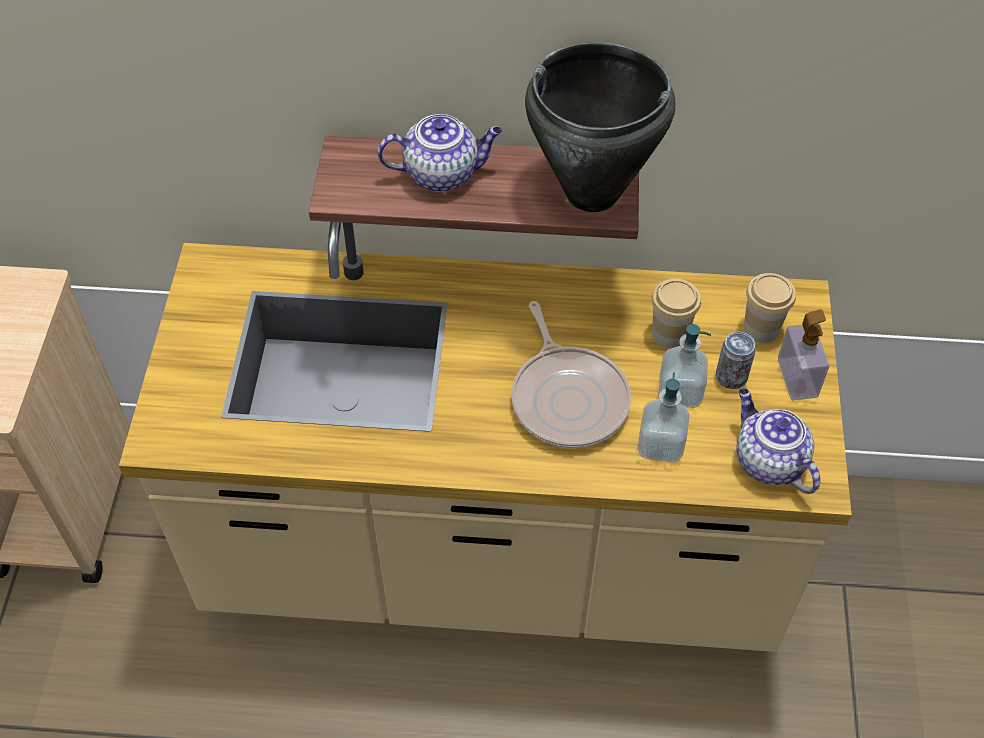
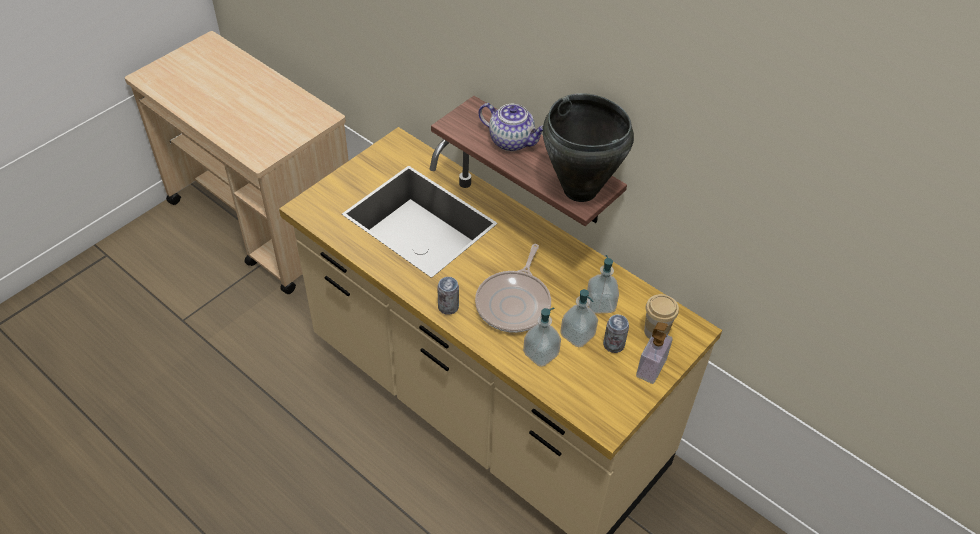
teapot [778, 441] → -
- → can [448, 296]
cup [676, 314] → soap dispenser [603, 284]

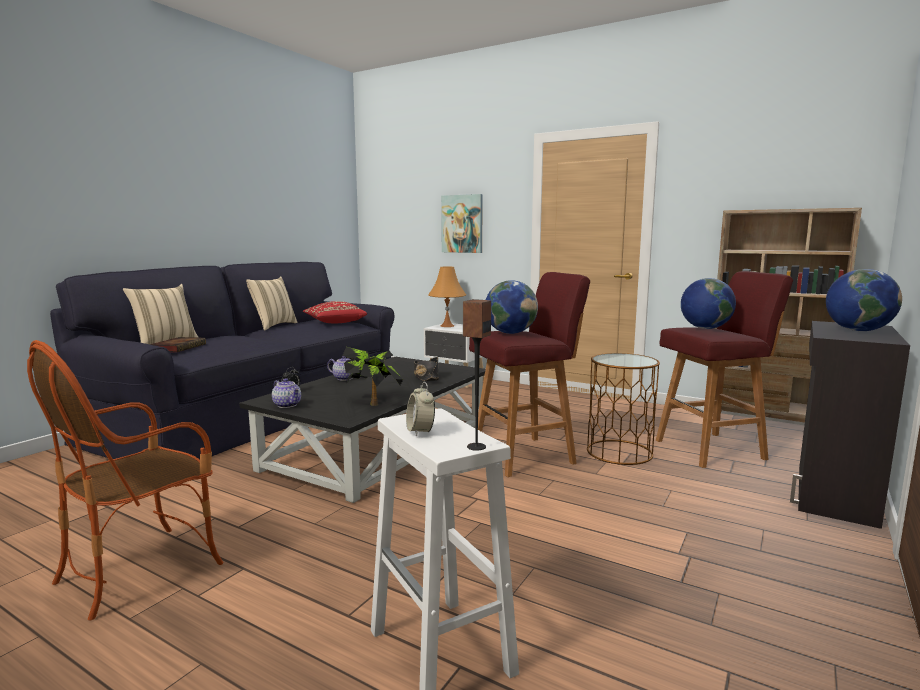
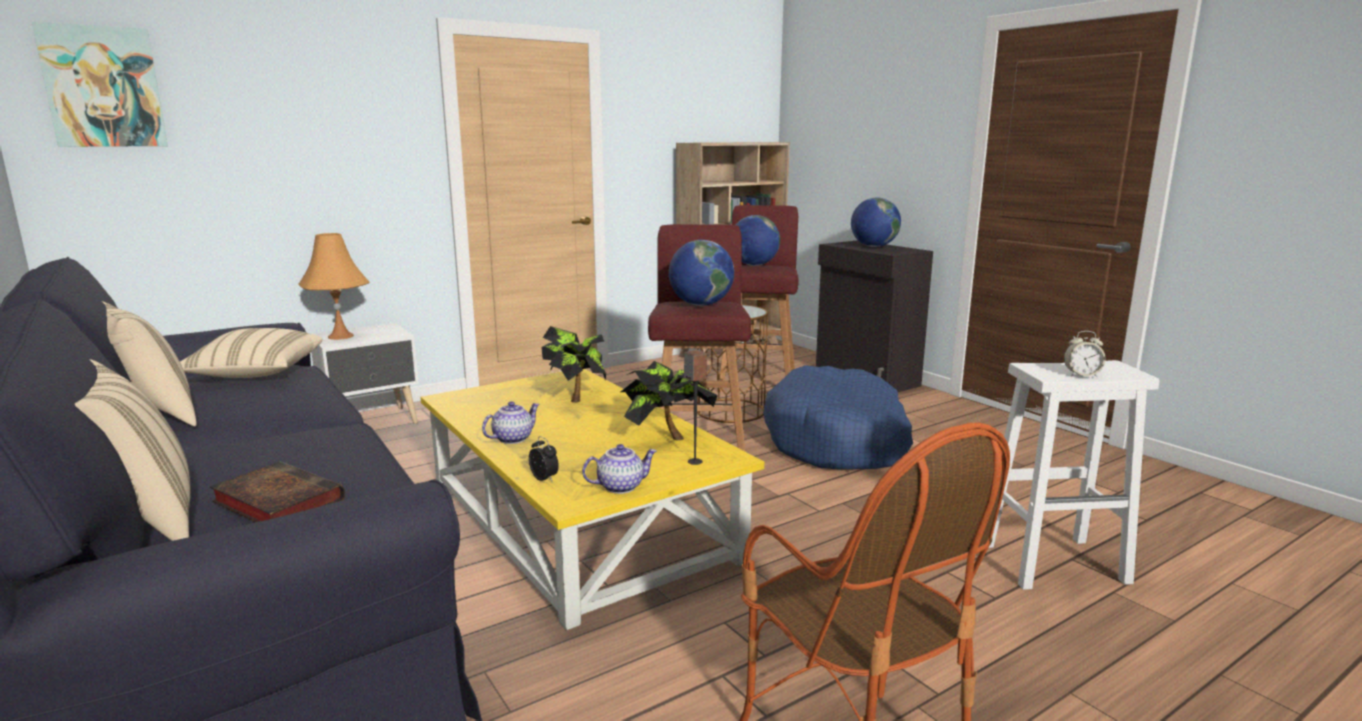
- → dog bed/blue [838, 417]
picture [462, 223] → picture [100, 84], moved
speaker [477, 375] → speaker [695, 407], moved
hat/black [426, 369] → potted plant [573, 364]
coffee table/black [362, 430] → coffee table/yellow [592, 499]
pillow/red [335, 312] → pillow/beige [251, 353]

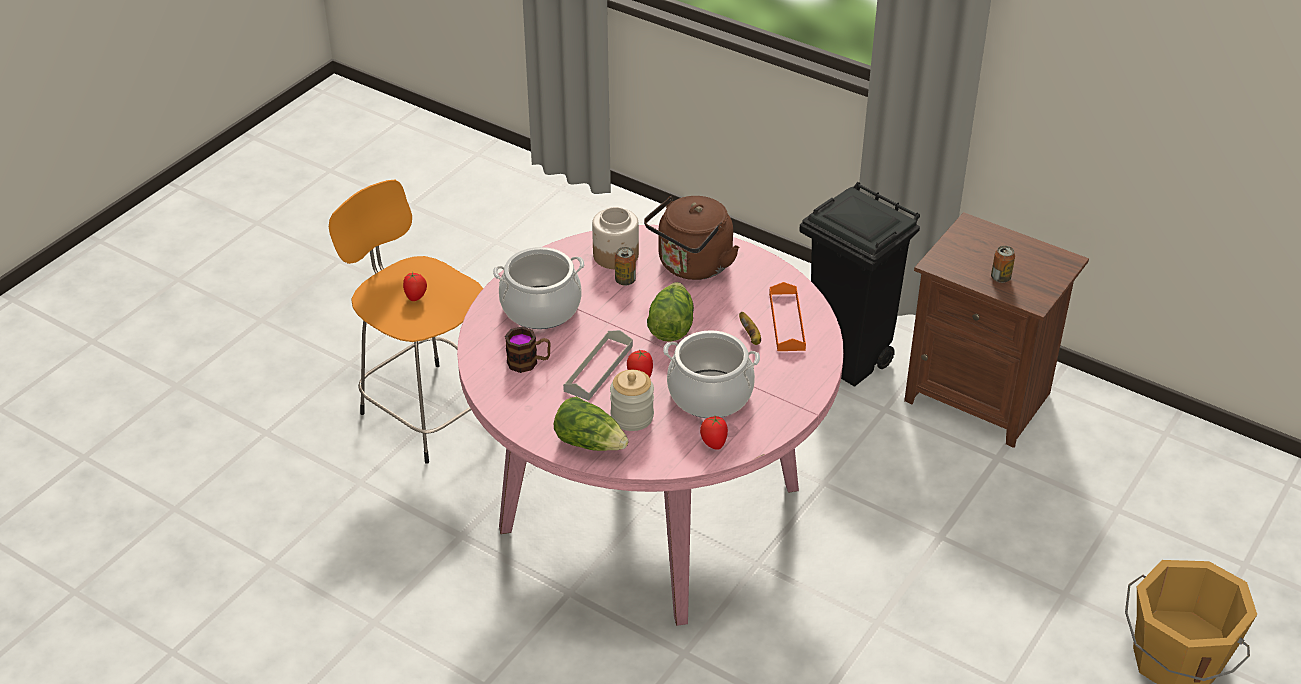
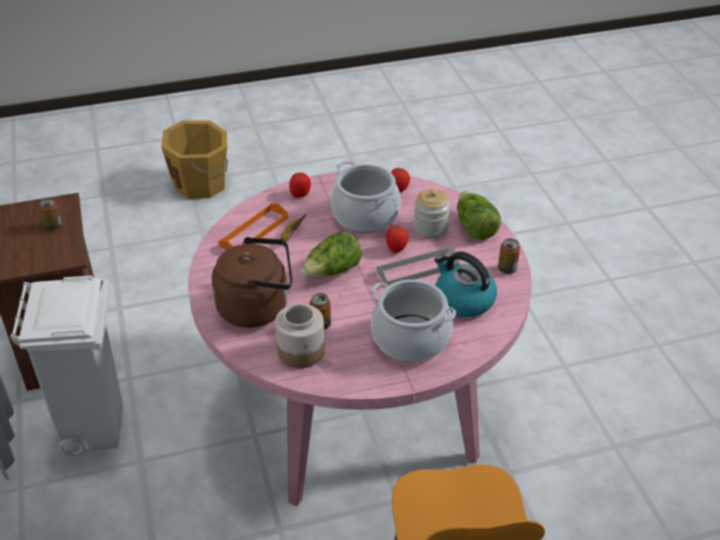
- → can [509, 256]
tomato [415, 286] → tomato [300, 185], moved
mug [528, 349] → kettle [466, 284]
trash can/black [859, 284] → trash can/white [66, 366]

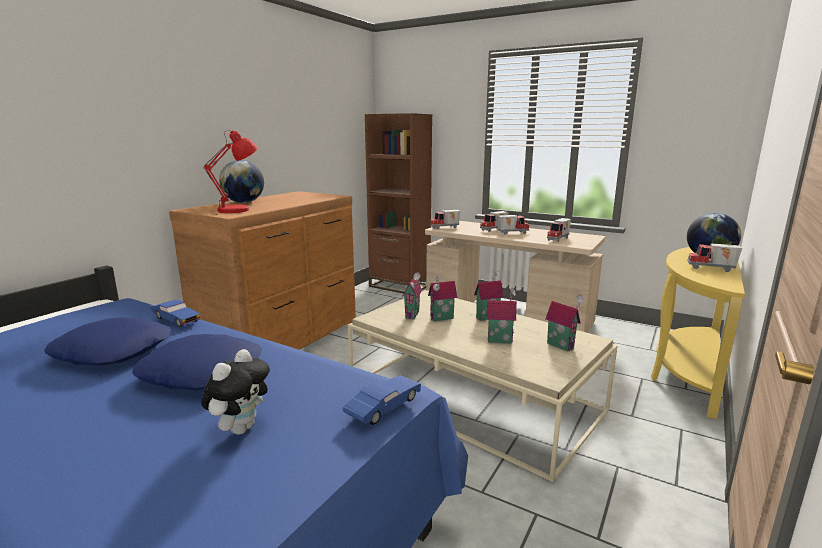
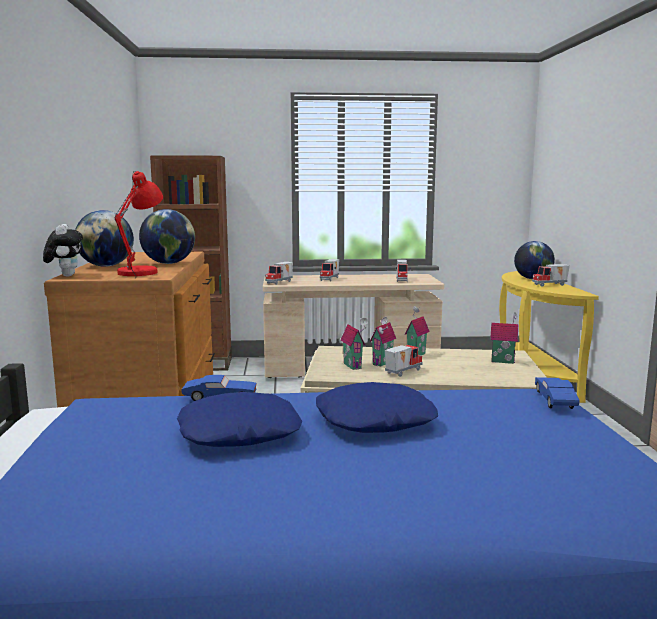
toy house [502, 315] → -
- → globe [167, 236]
plush toy [235, 392] → plush toy [63, 250], moved
toy truck [513, 225] → toy truck [404, 361], moved

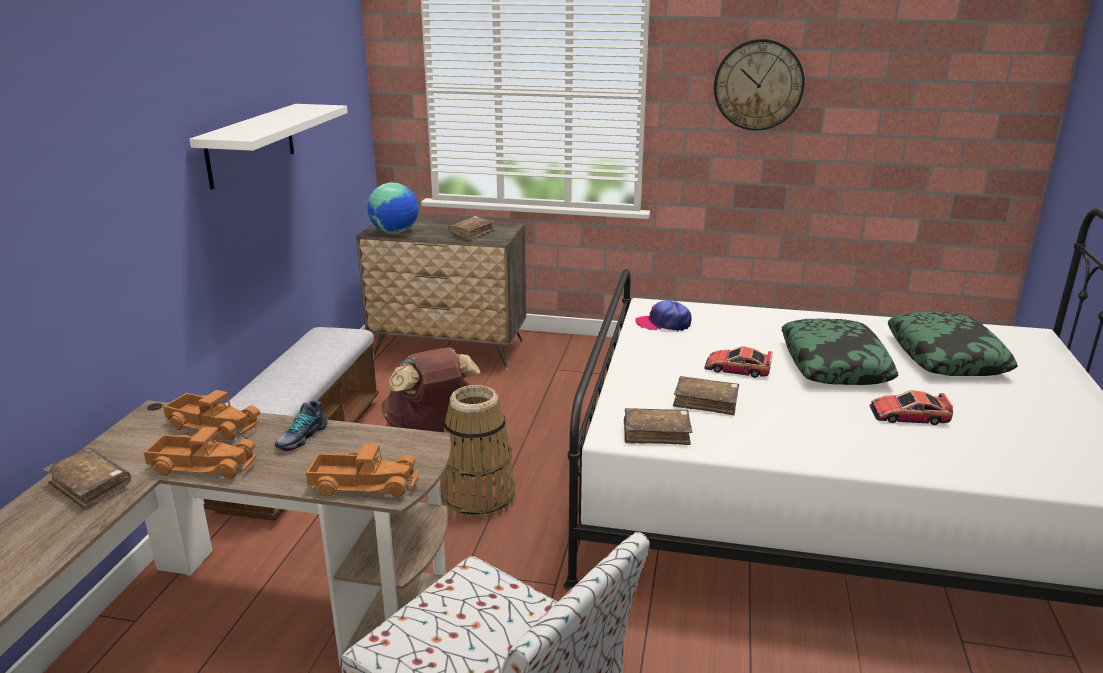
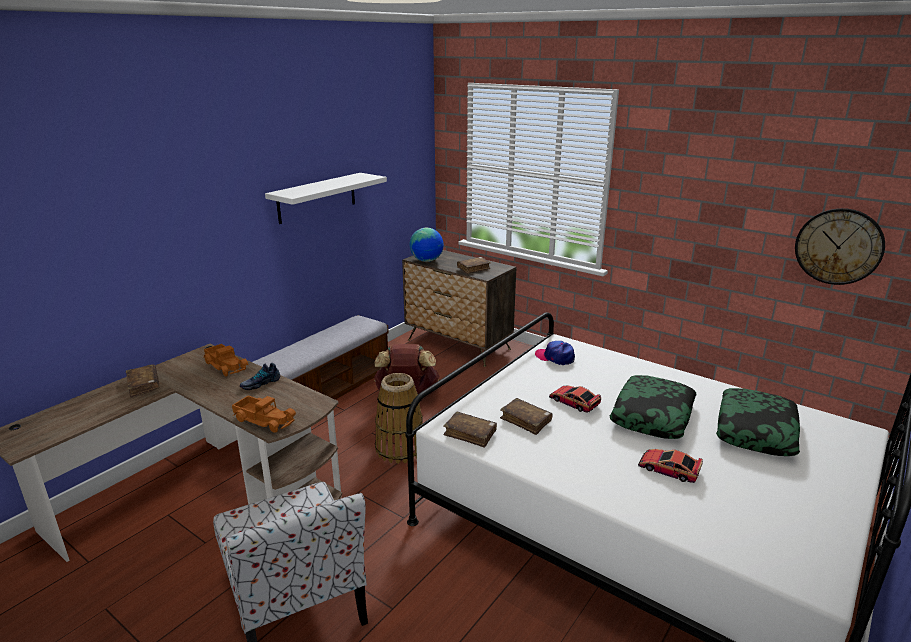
toy truck [200, 453] → -
wall clock [759, 85] → wall clock [840, 246], moved

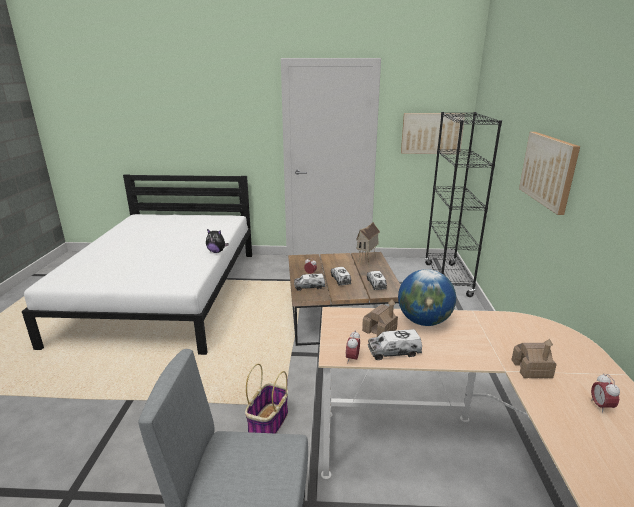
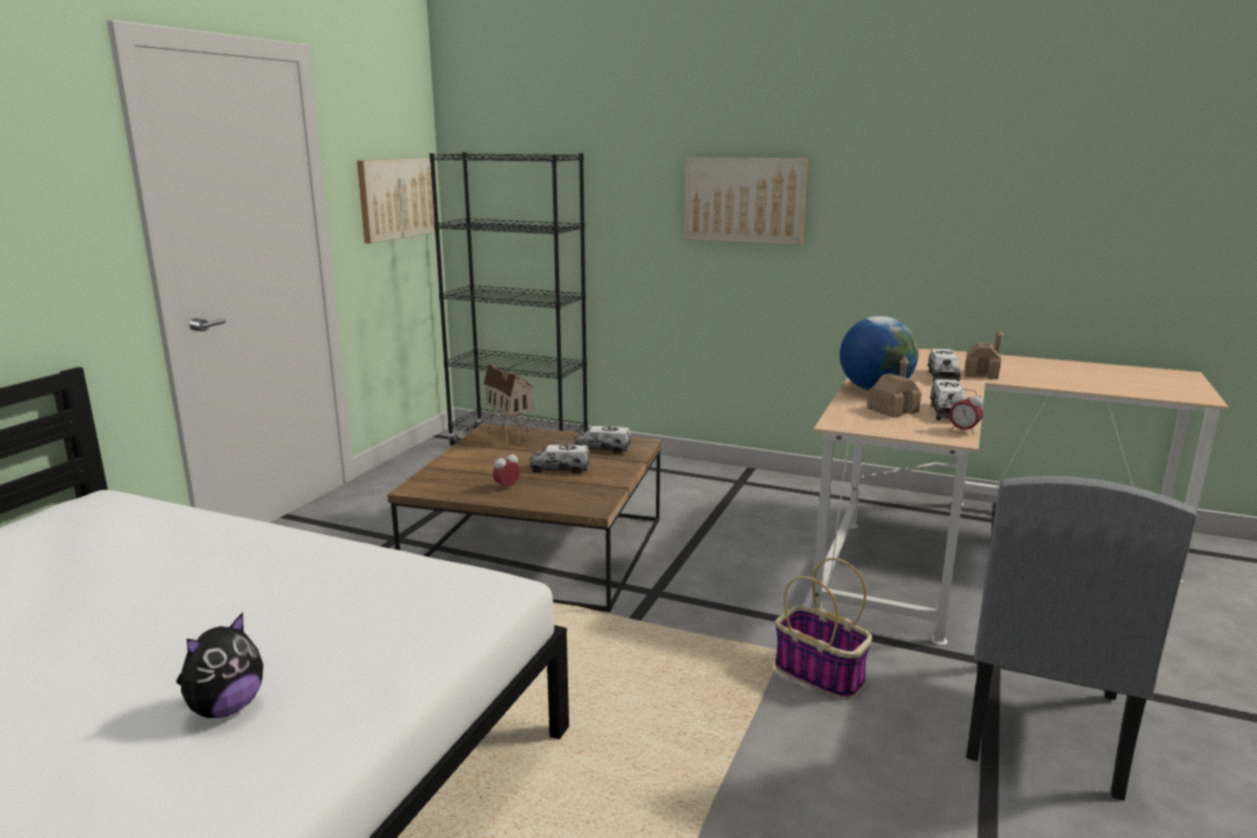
alarm clock [605, 393] → -
plush toy [217, 241] → plush toy [219, 665], moved
toy truck [309, 282] → toy truck [944, 365], moved

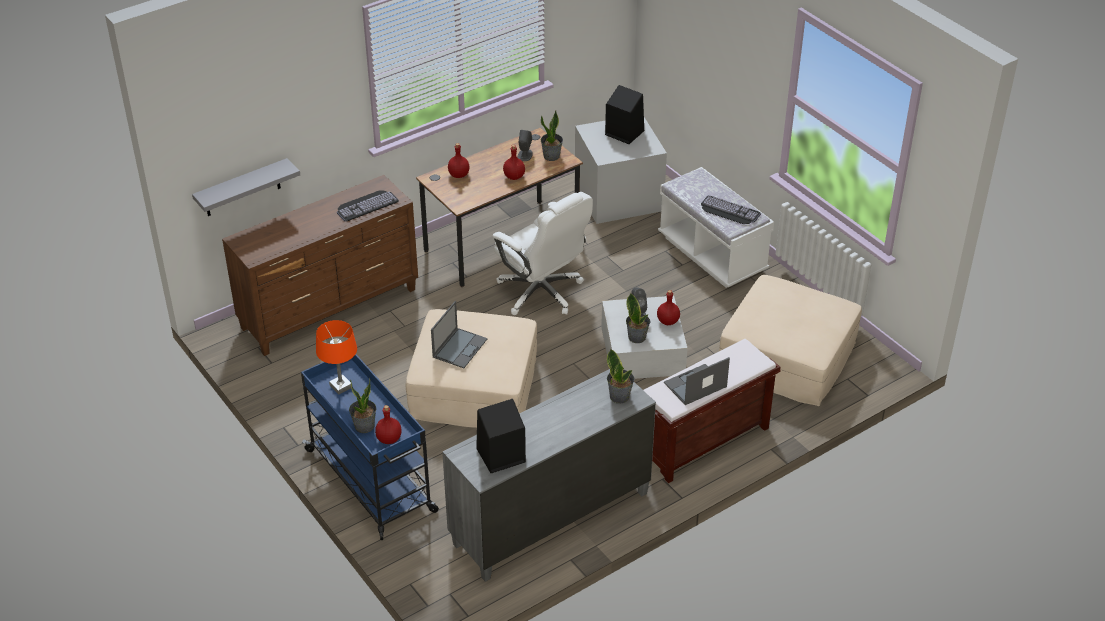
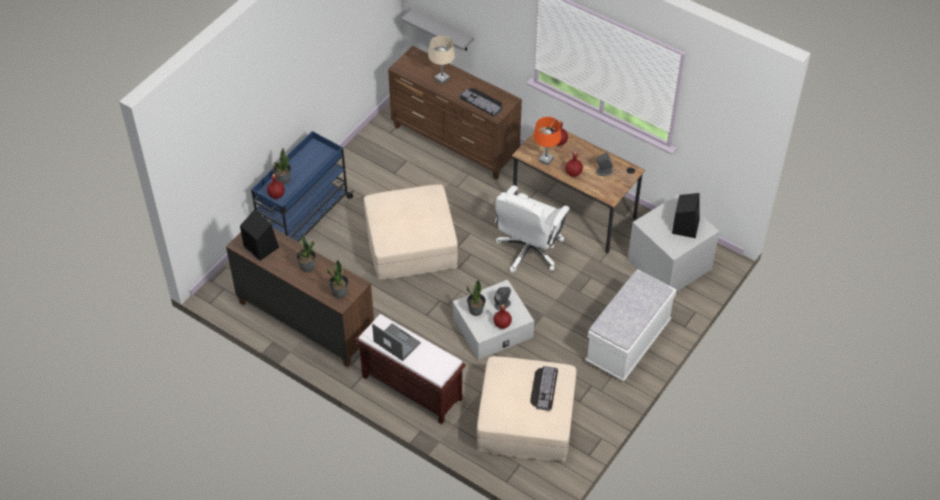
laptop [459, 334] → -
- → table lamp/beige [441, 60]
table lamp/orange [336, 357] → table lamp/orange [547, 141], moved
potted plant [552, 136] → potted plant [306, 253], moved
keyboard [731, 209] → keyboard [544, 388], moved
dresser/grey [549, 475] → dresser/brown [300, 297]

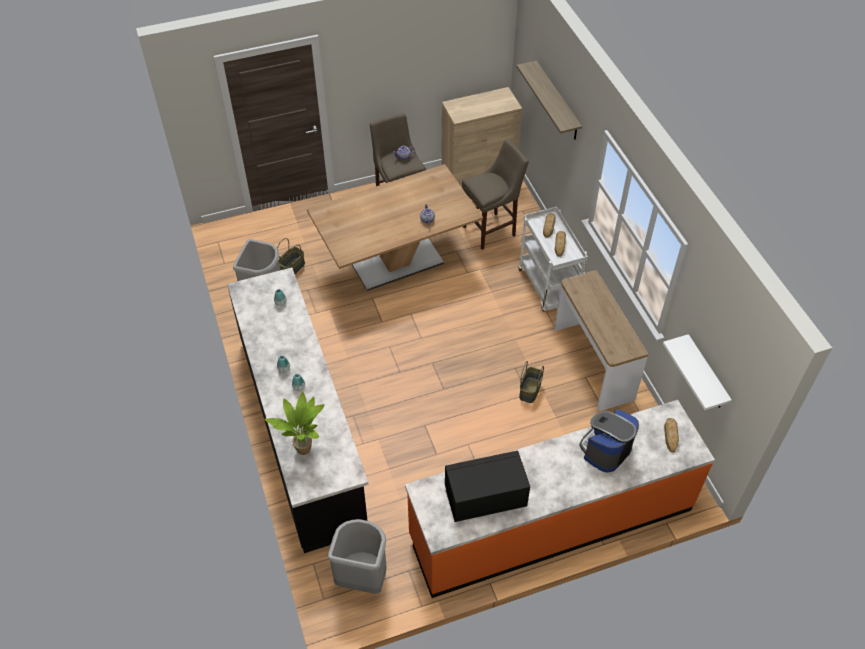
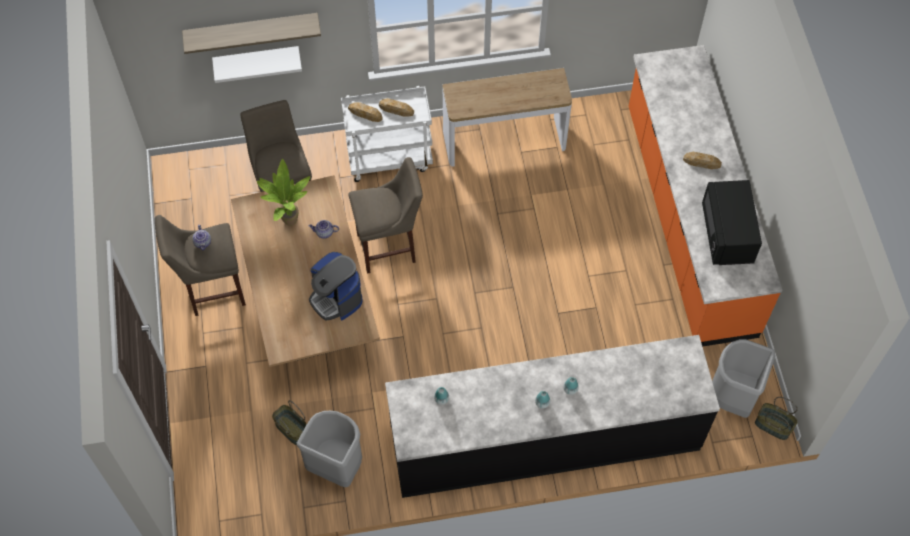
cabinet/beige [481, 137] → -
- → stool/beige [386, 215]
potted plant [295, 423] → potted plant [283, 192], moved
basket [531, 382] → basket [776, 418], moved
coffee machine [609, 440] → coffee machine [335, 286], moved
shelf/white [697, 372] → shelf/white [257, 64], moved
bread [671, 435] → bread [702, 160], moved

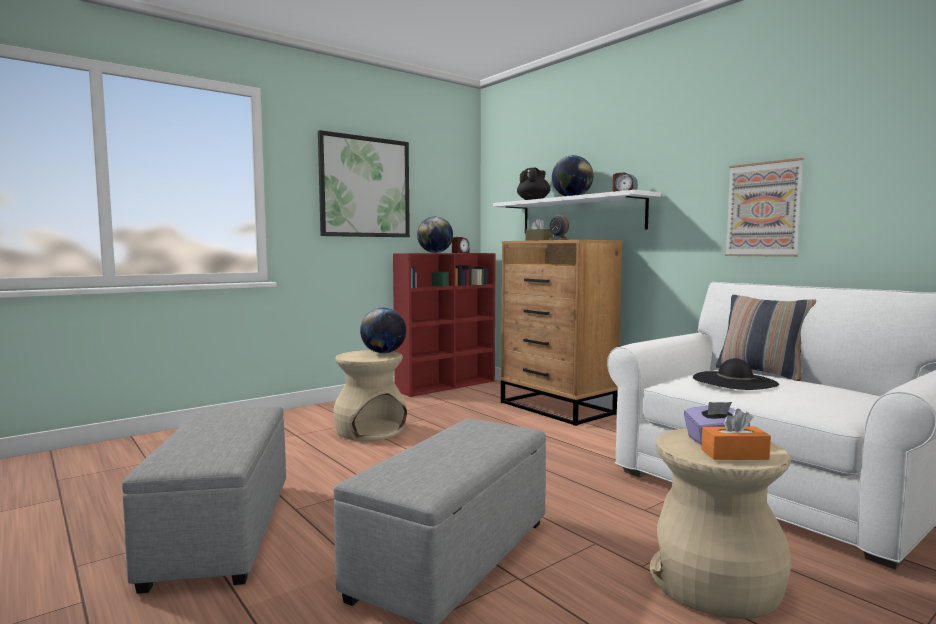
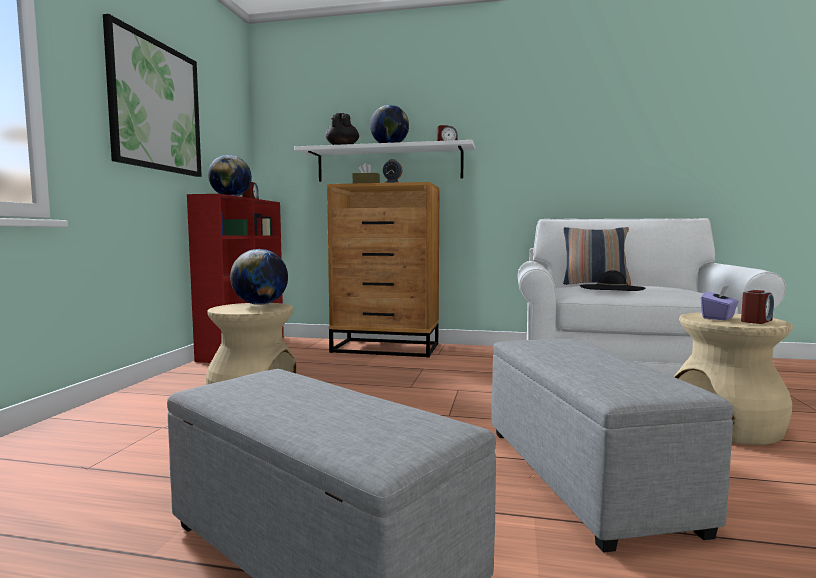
picture [764, 207] → -
tissue box/orange [736, 434] → alarm clock [757, 307]

